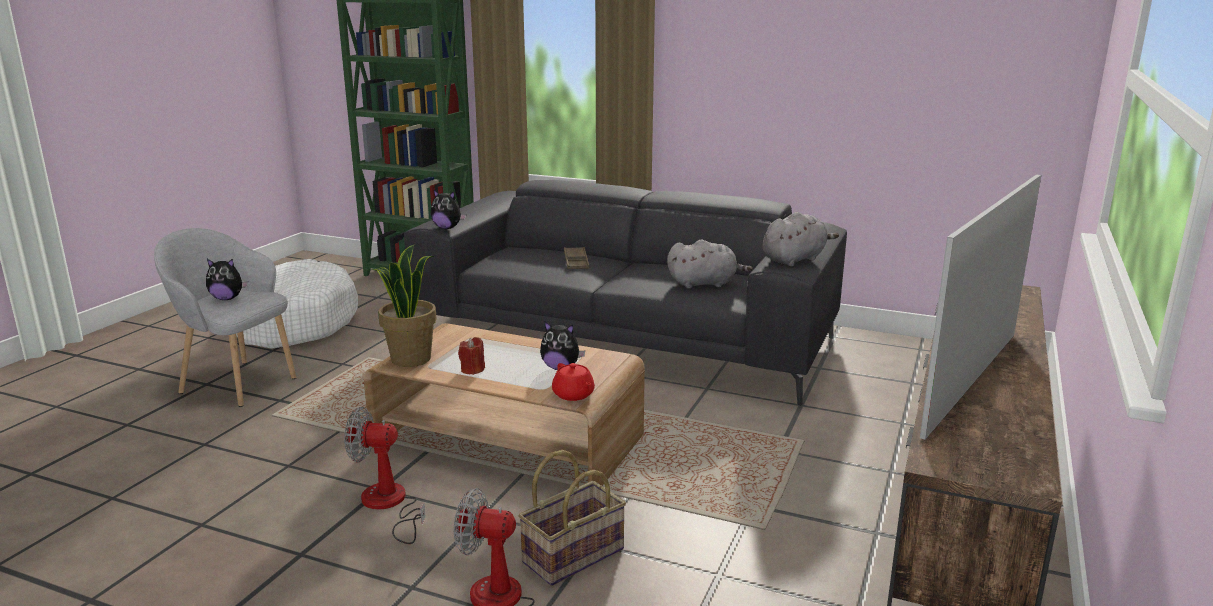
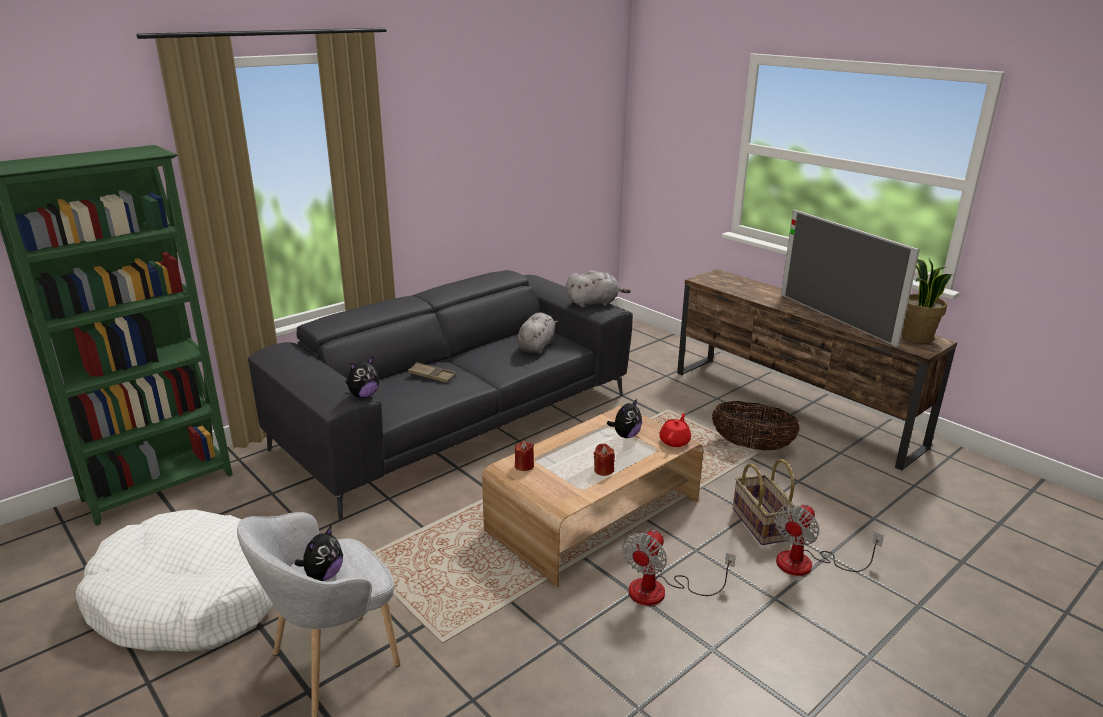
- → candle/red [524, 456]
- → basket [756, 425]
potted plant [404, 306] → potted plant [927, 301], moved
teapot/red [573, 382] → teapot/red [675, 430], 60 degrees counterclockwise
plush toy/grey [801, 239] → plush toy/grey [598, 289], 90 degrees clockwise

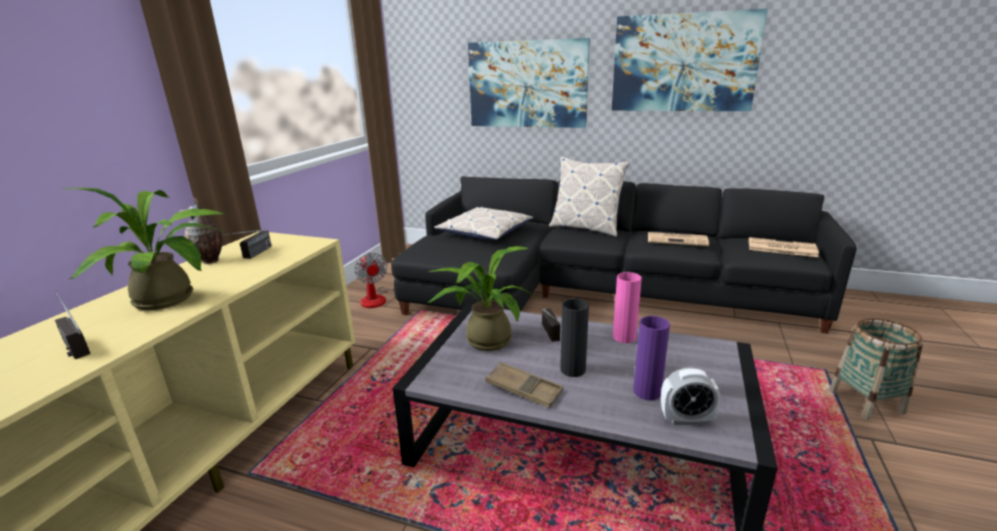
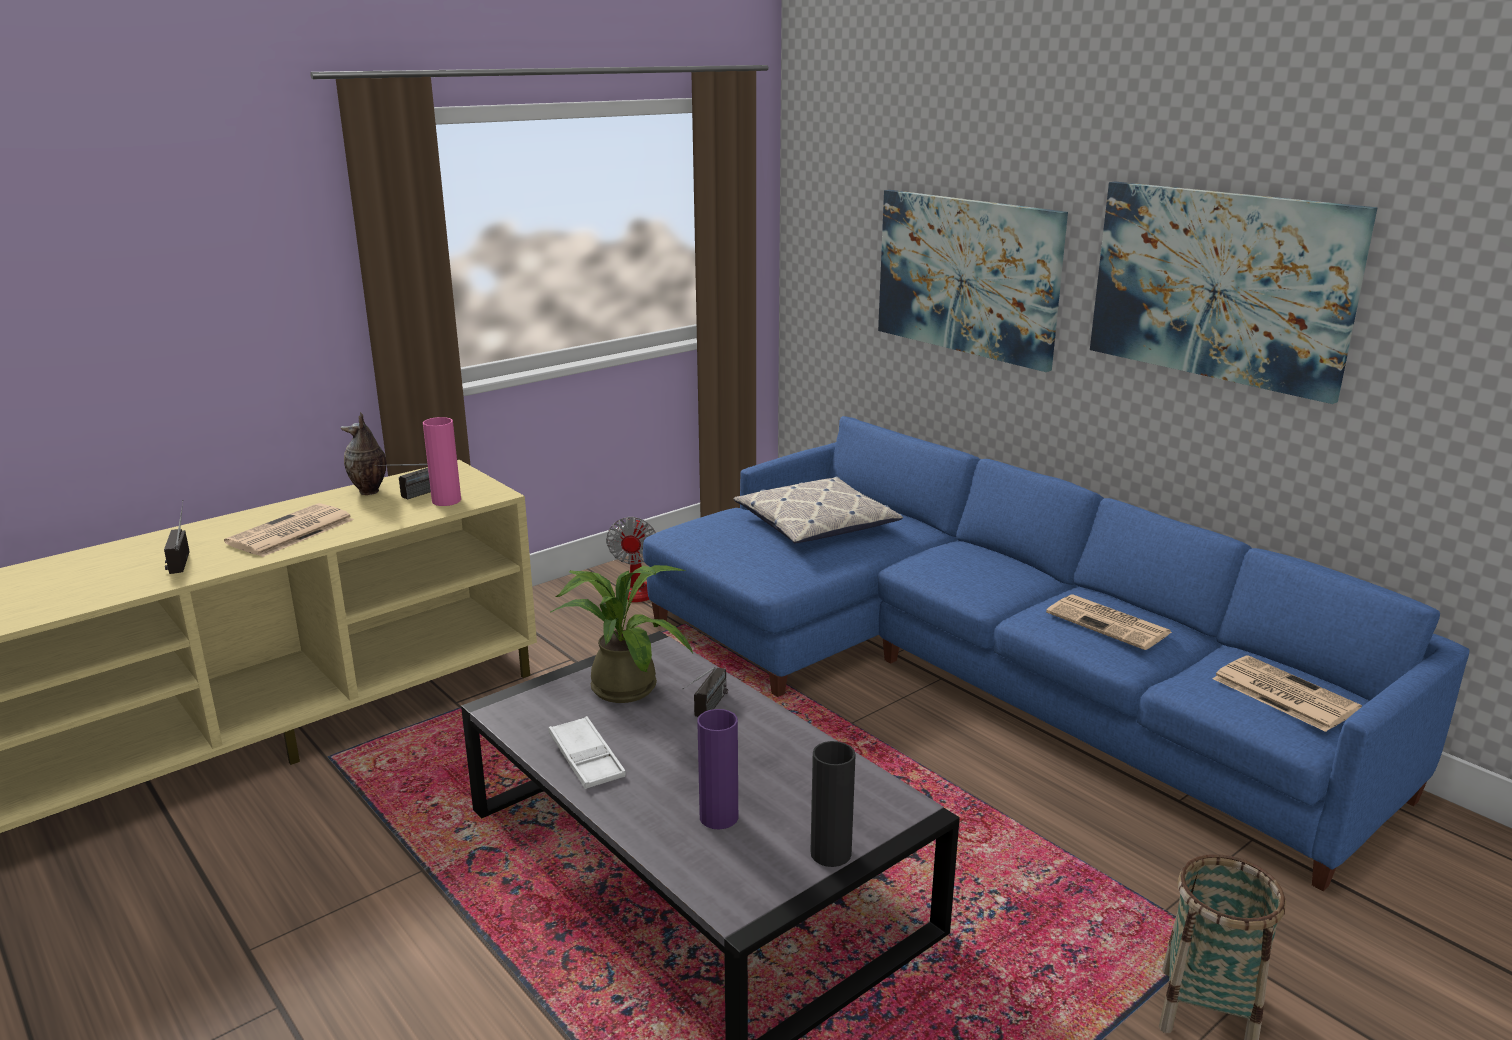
pillow [589, 197] → -
alarm clock [691, 396] → -
vase/black [574, 337] → vase/black [833, 804], moved
vase/pink [627, 307] → vase/pink [442, 461], moved
potted plant [143, 249] → newspaper [289, 530]
sofa/black [624, 255] → sofa/blue [1056, 653]
tray/brown [524, 385] → tray/white [587, 752]

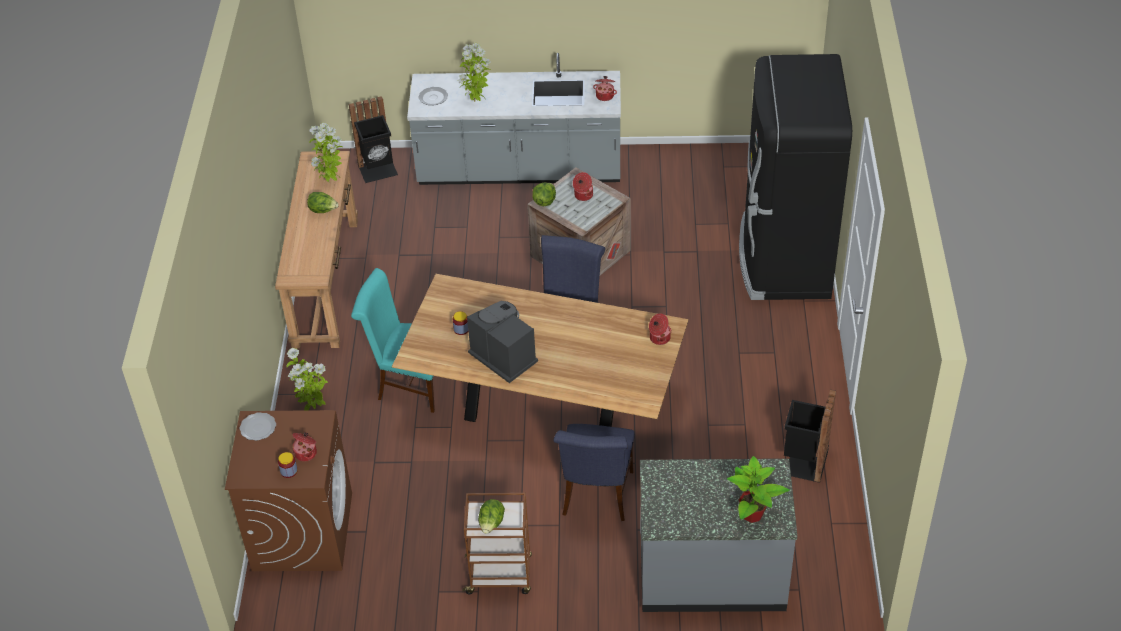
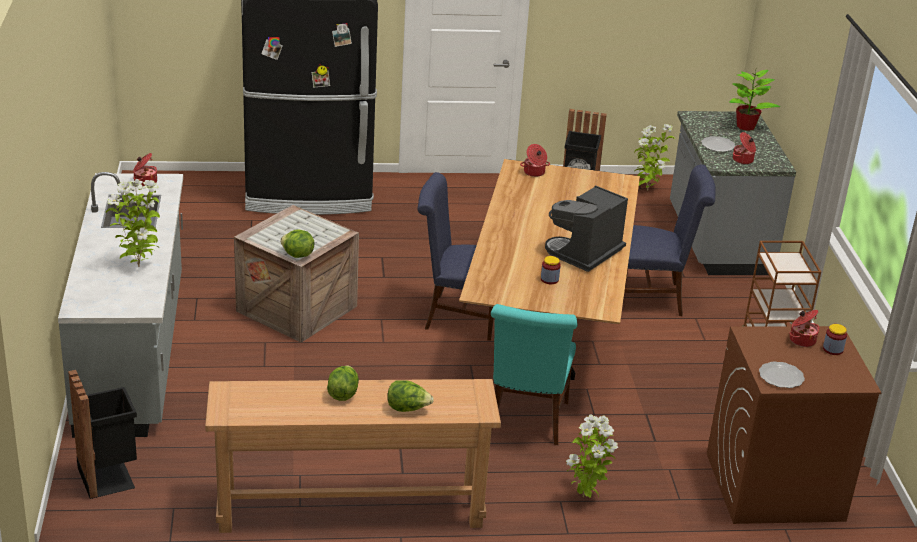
potted plant [325, 153] → potted plant [654, 157], moved
plate [433, 96] → plate [718, 144], moved
lettuce [491, 516] → lettuce [410, 396], moved
cooking pot [583, 186] → cooking pot [744, 148], moved

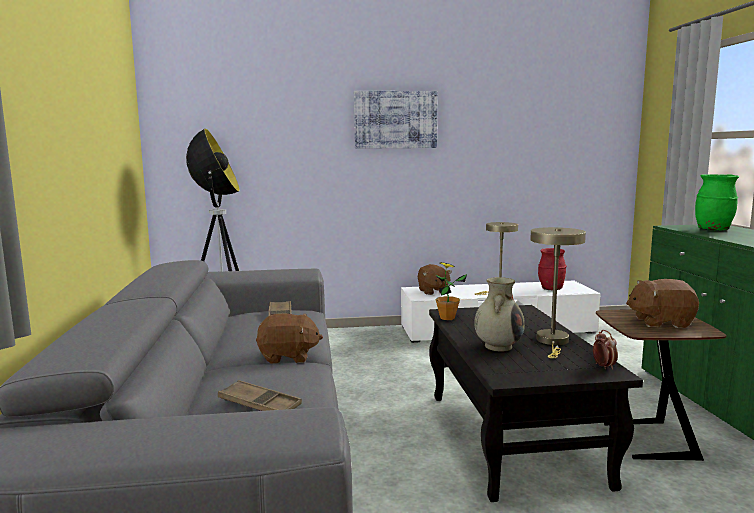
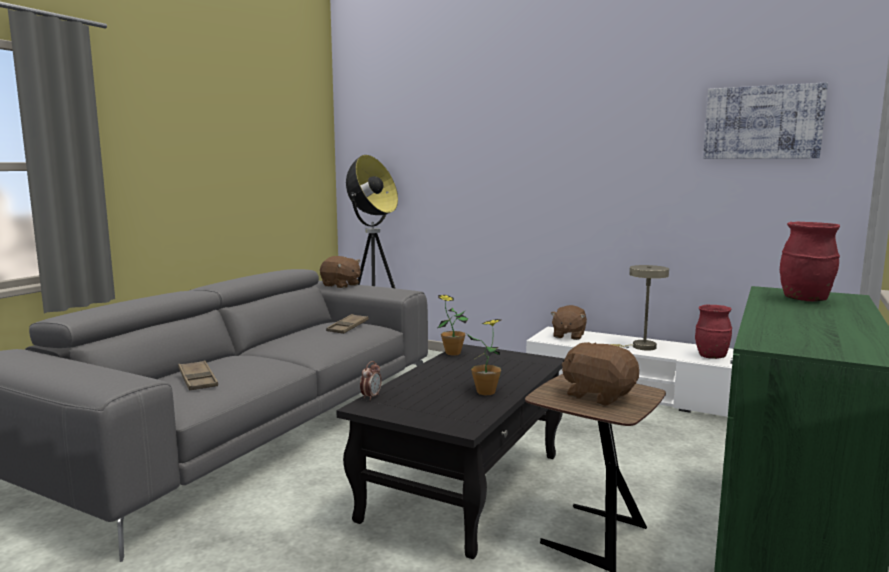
vase/beige [499, 314] → -
plush toy/brown [289, 338] → plush toy/brown [340, 272], moved
picture [395, 120] → picture [765, 121], moved
alarm clock [605, 350] → alarm clock [371, 380], moved
table lamp/beige [558, 292] → potted plant [484, 357]
vase/green [717, 202] → vase/red [810, 262]

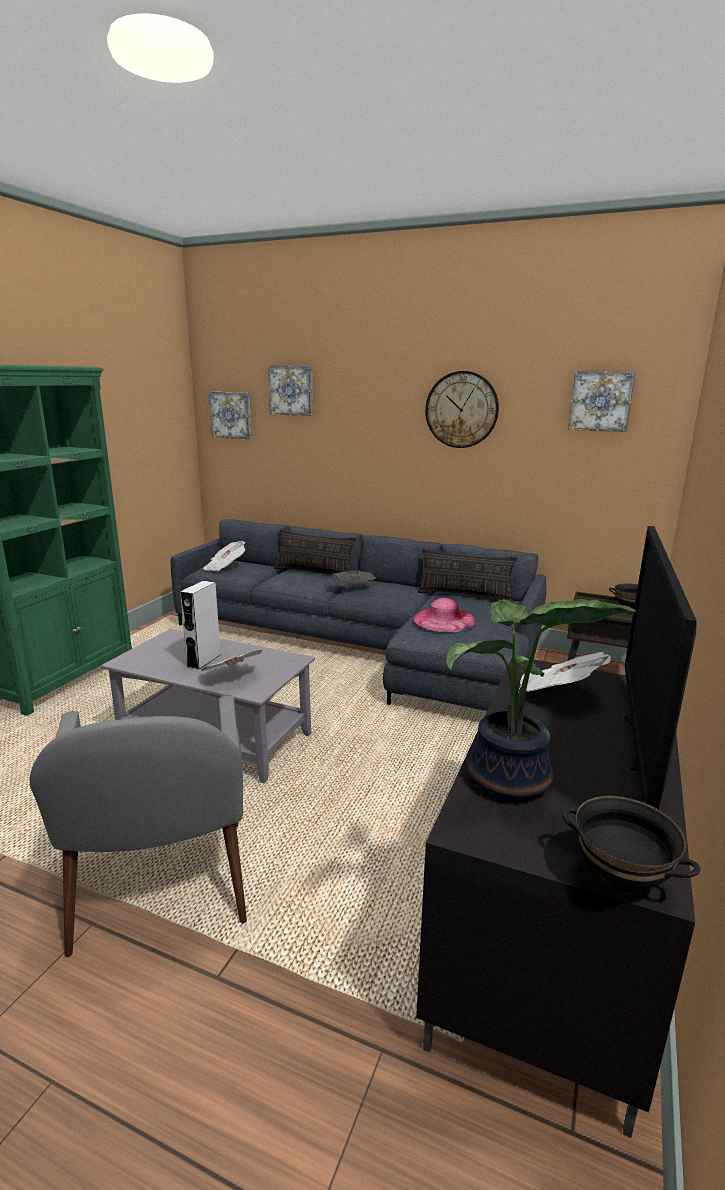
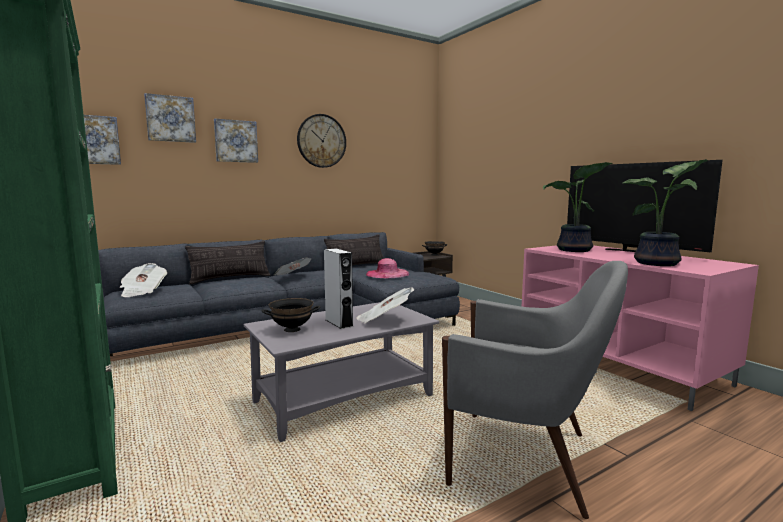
bowl/black [631, 844] → bowl/black [291, 315], moved
picture [601, 401] → picture [236, 140], moved
newspaper [564, 672] → potted plant [577, 207]
tv stand/black [555, 898] → tv stand/pink [640, 328]

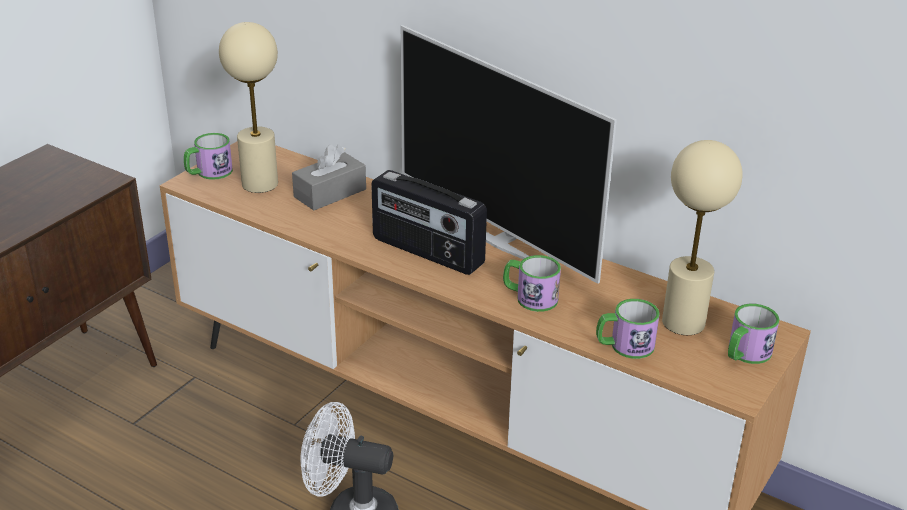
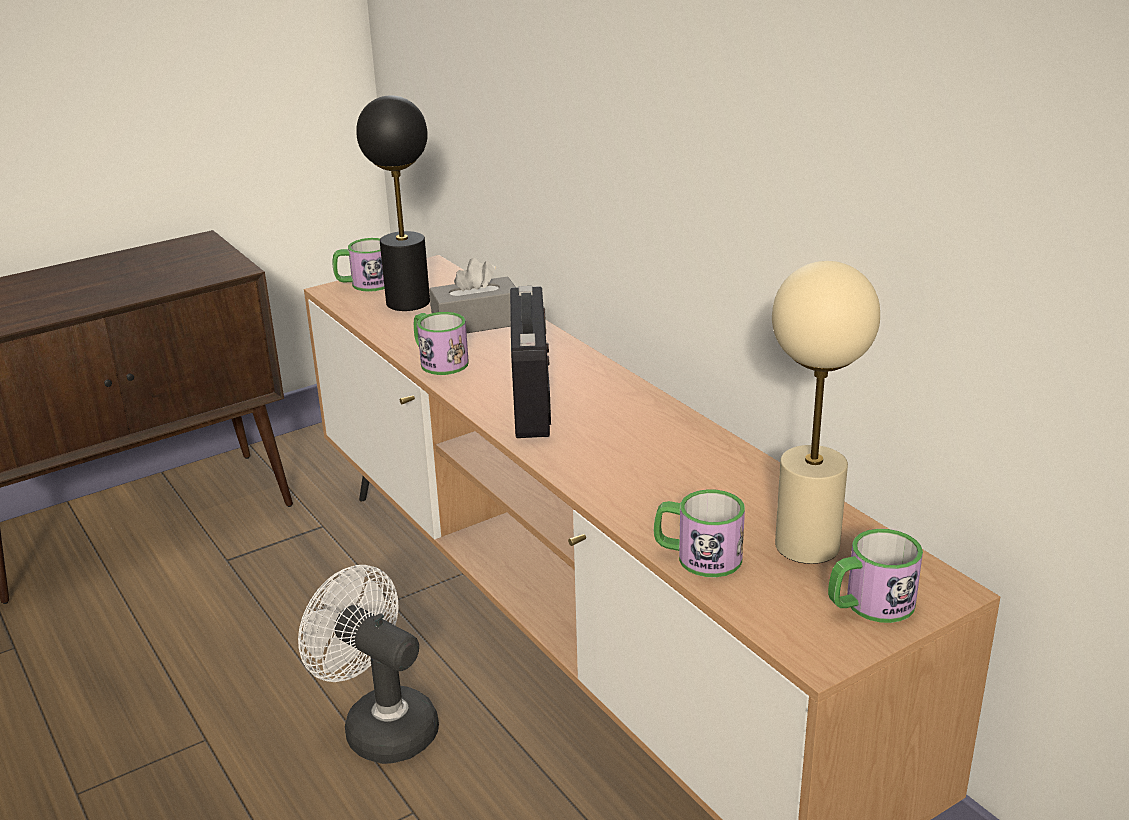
television [509, 154] → -
mug [532, 283] → mug [441, 343], moved
table lamp/beige [248, 107] → table lamp/black [393, 203]
radio [429, 222] → radio [530, 362], 150 degrees counterclockwise

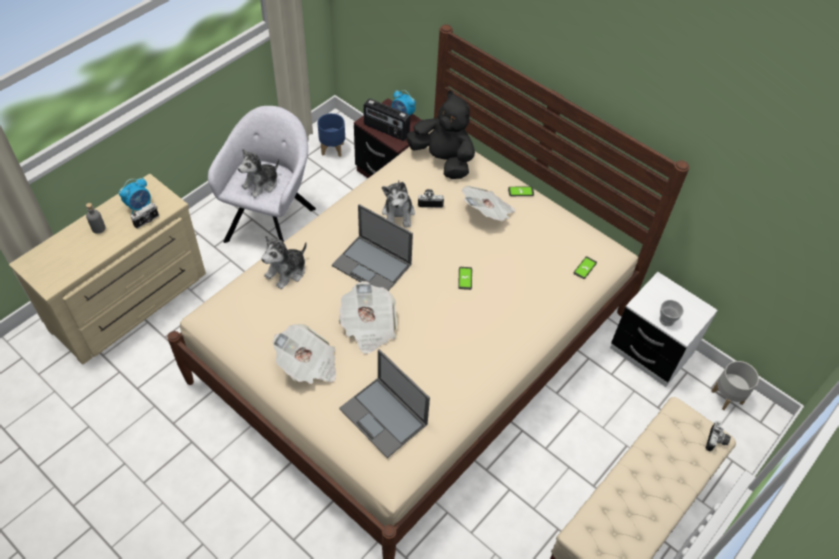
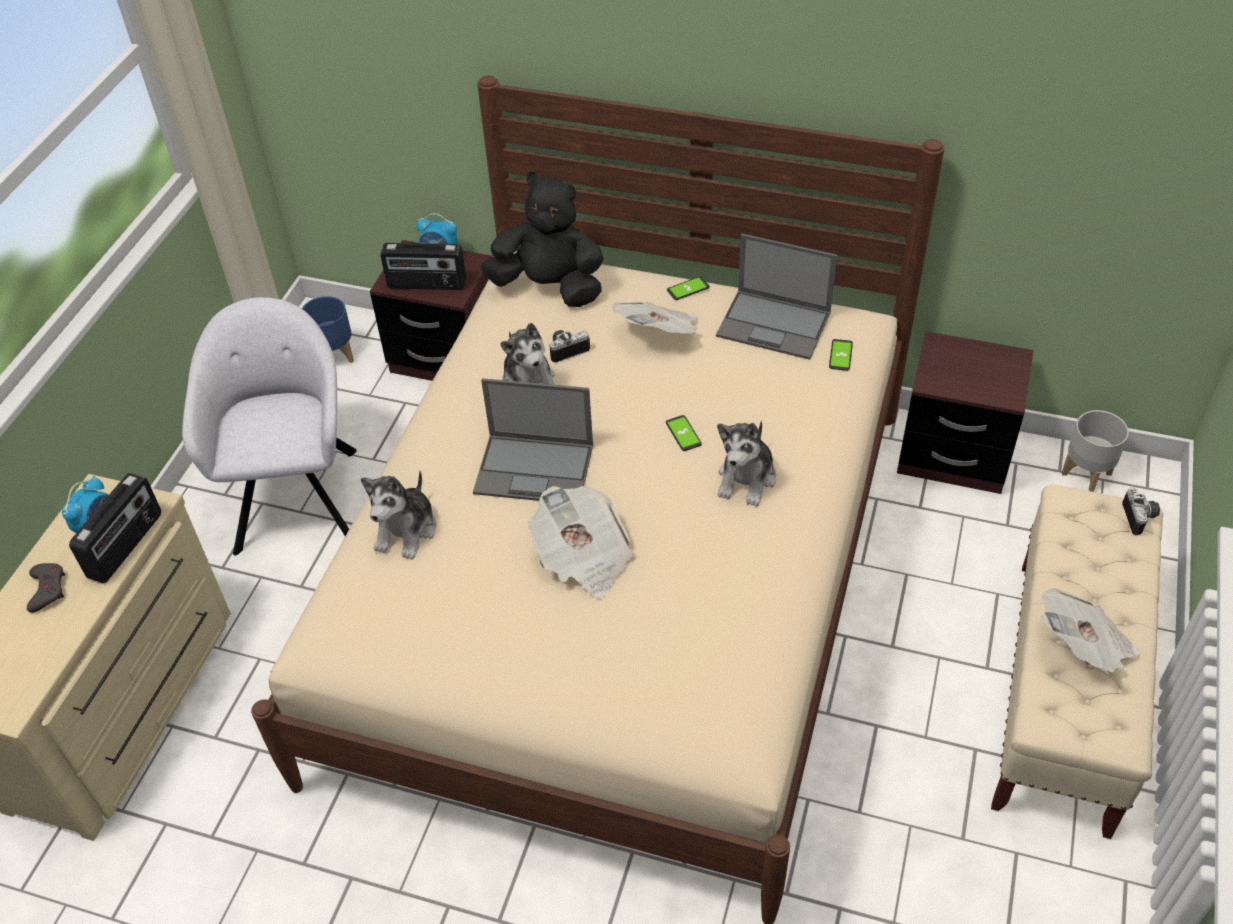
cup [671, 313] → -
plush toy [258, 173] → plush toy [746, 464], moved
newspaper [304, 354] → newspaper [1090, 631], moved
laptop [384, 403] → laptop [776, 297], moved
bottle/grey [96, 218] → game controller/grey [46, 588]
photo camera [145, 216] → radio [115, 528]
nightstand/white [664, 329] → nightstand/brown [965, 412]

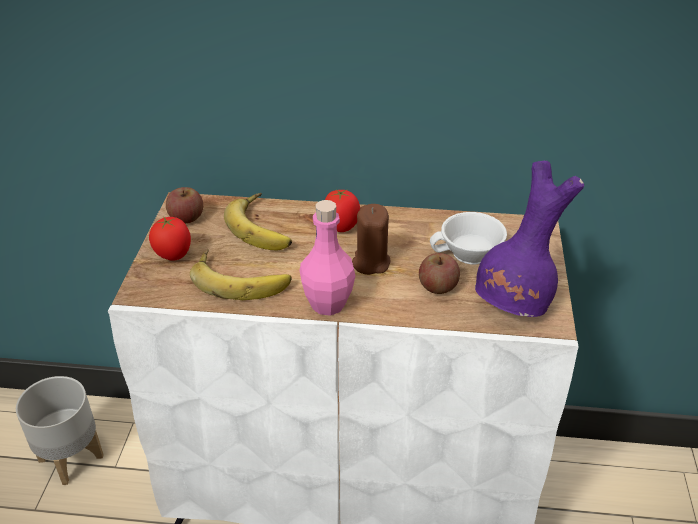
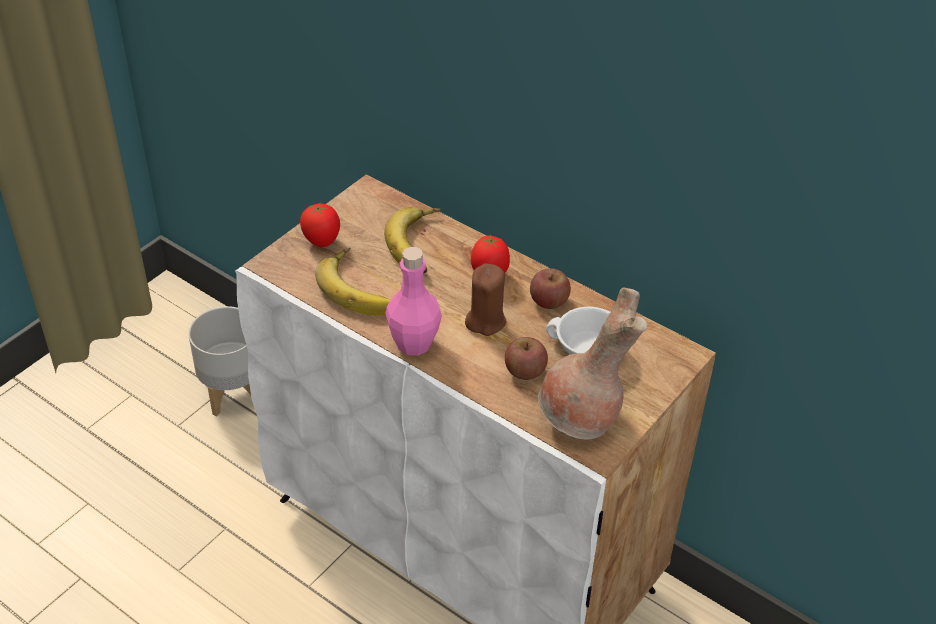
apple [184, 205] → apple [550, 288], moved
vase/purple [529, 239] → vase/brown [592, 363]

